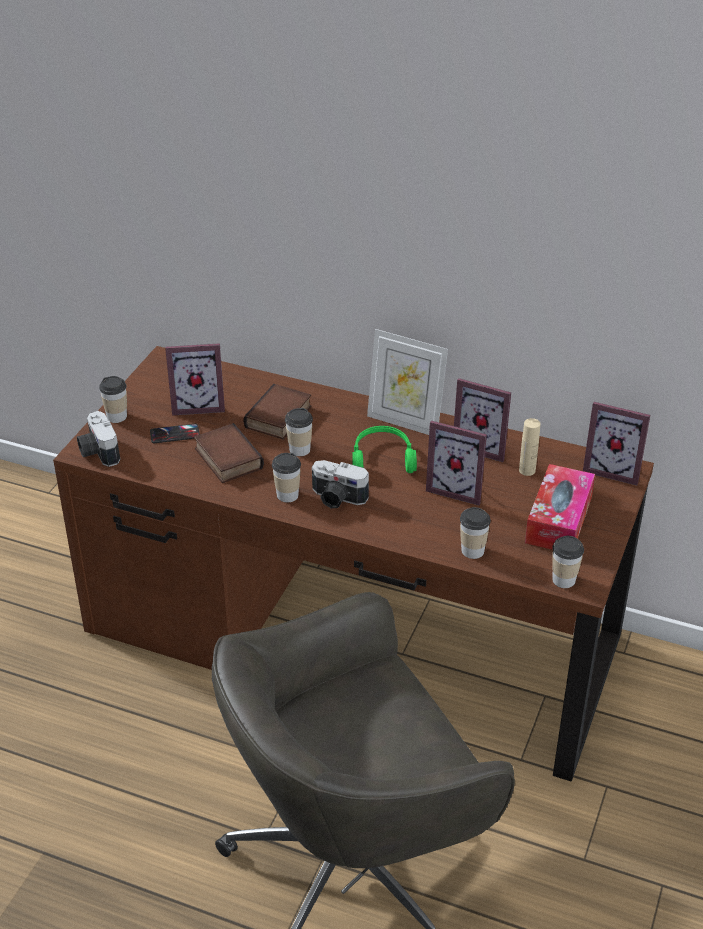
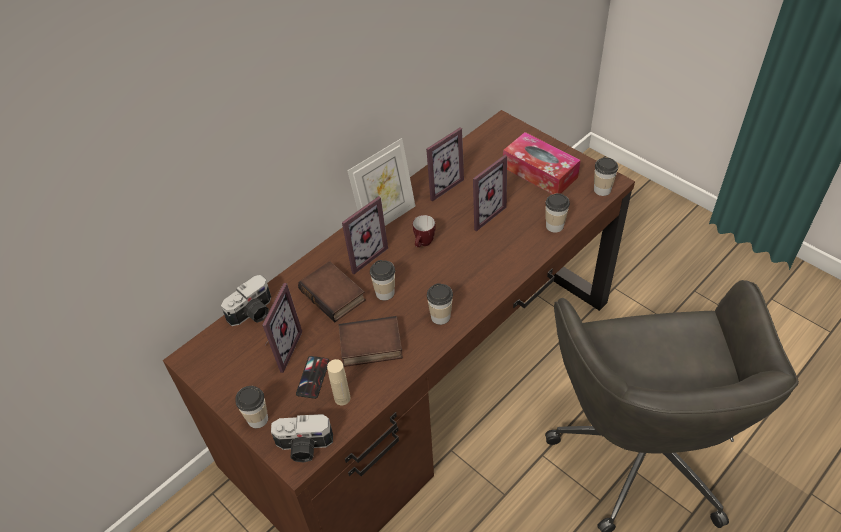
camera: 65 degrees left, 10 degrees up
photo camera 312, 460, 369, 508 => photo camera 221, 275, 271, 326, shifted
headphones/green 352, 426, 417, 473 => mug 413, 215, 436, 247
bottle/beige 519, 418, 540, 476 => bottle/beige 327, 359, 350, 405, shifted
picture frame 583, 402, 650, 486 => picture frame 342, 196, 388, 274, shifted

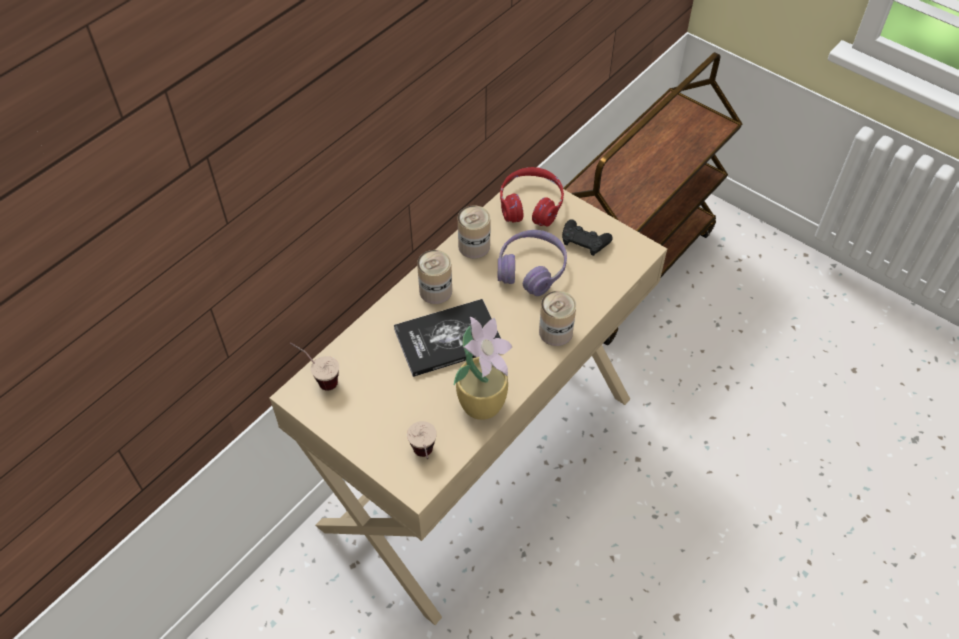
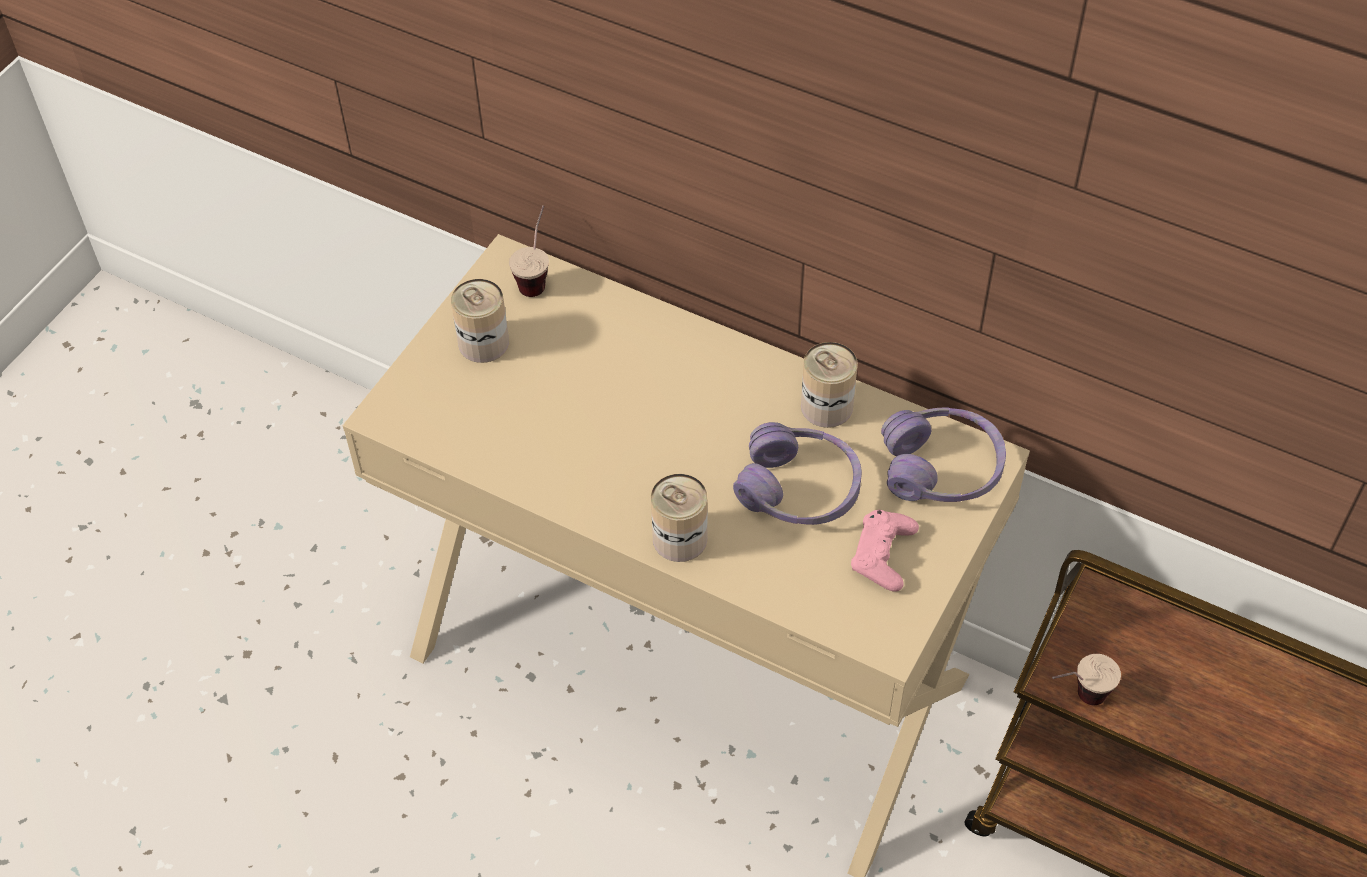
camera: 80 degrees right, 0 degrees up
book 394, 299, 501, 377 => nothing
cup 407, 421, 437, 459 => cup 1052, 654, 1121, 705, shifted
can 417, 250, 452, 304 => can 451, 279, 509, 363, shifted
potted plant 454, 317, 512, 420 => nothing
headphones/red 500, 167, 564, 227 => headphones/purple 881, 408, 1006, 502
game controller/black 562, 219, 613, 256 => game controller/pink 851, 510, 919, 592

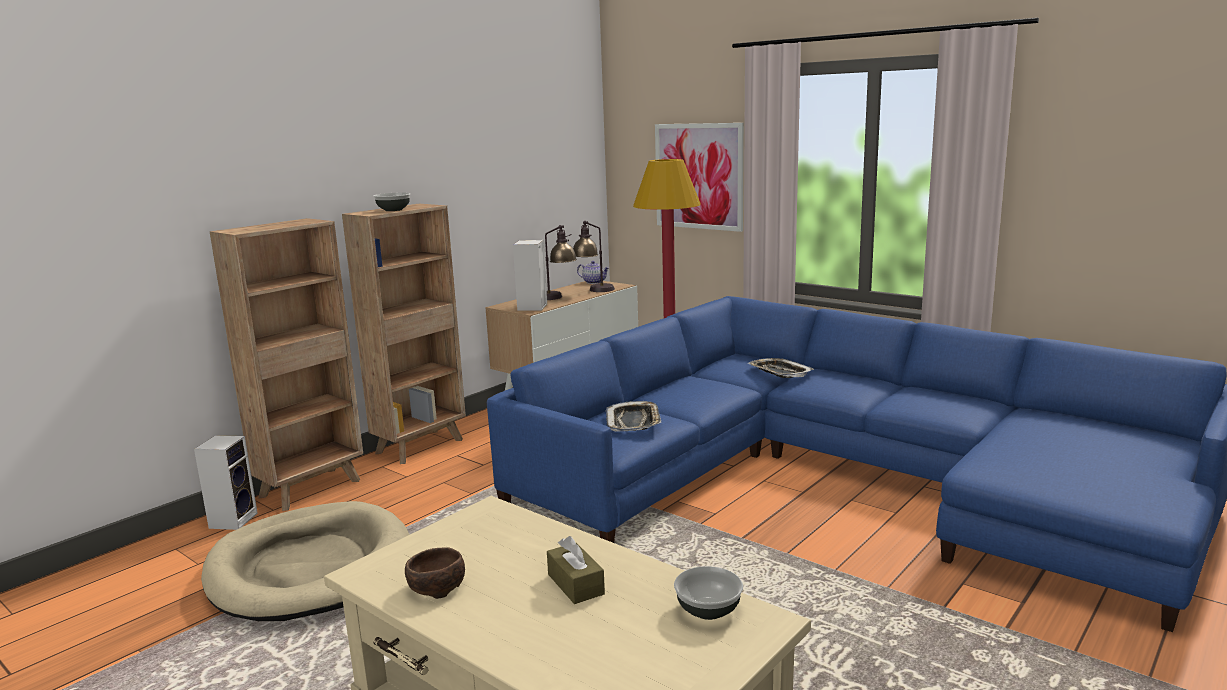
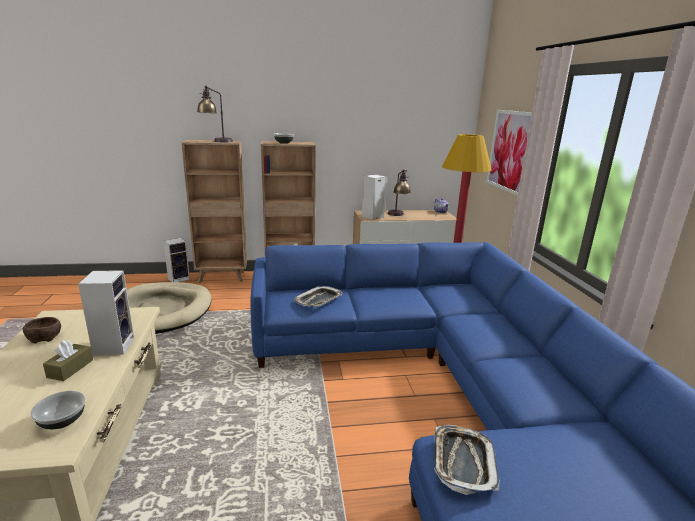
camera: 40 degrees right, 5 degrees up
table lamp 573, 221, 615, 292 => table lamp 197, 86, 233, 142, shifted
tray 748, 358, 814, 378 => tray 434, 425, 500, 495, shifted
nothing => speaker 78, 270, 134, 355

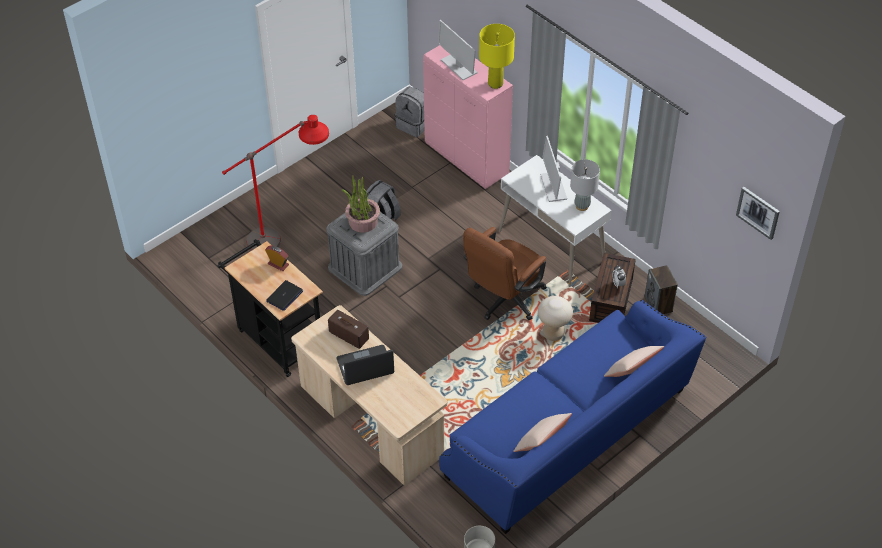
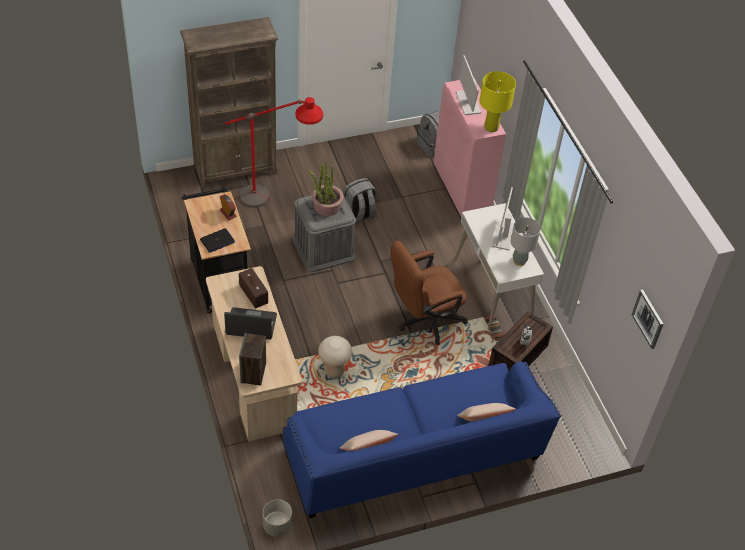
camera: 20 degrees right, 0 degrees up
stool/beige 538, 296, 573, 341 => stool/beige 318, 336, 352, 378, shifted
speaker 645, 265, 678, 314 => speaker 239, 333, 266, 385, shifted
nothing => bookcase/brown 180, 17, 278, 188

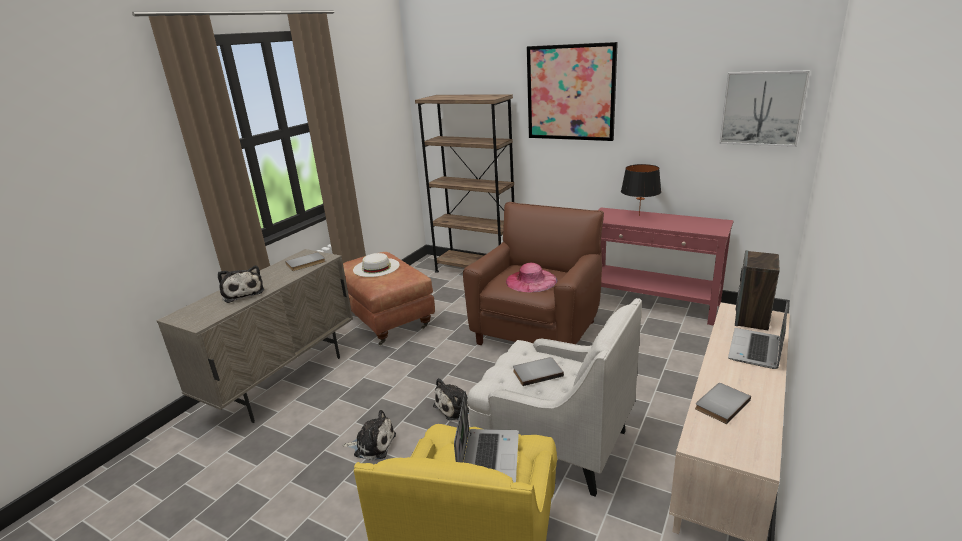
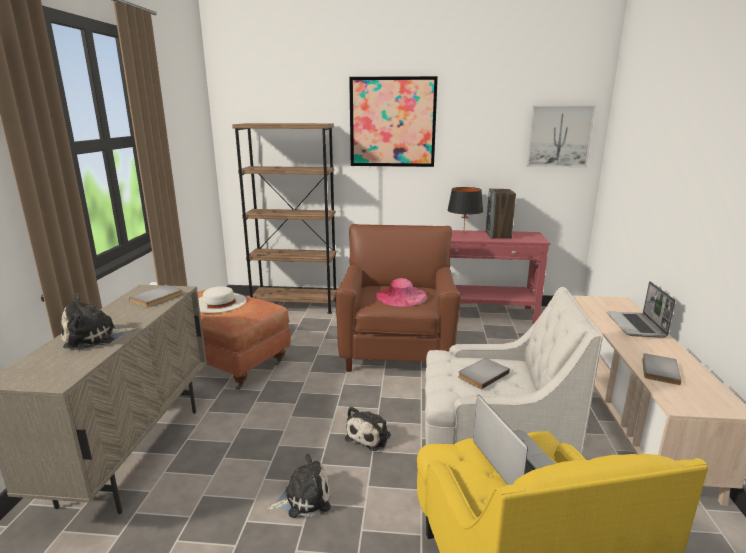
camera: 25 degrees left, 5 degrees down
plush toy 218, 266, 264, 303 => plush toy 61, 294, 137, 350, 120 degrees clockwise
speaker 735, 250, 779, 330 => speaker 486, 188, 516, 239, shifted

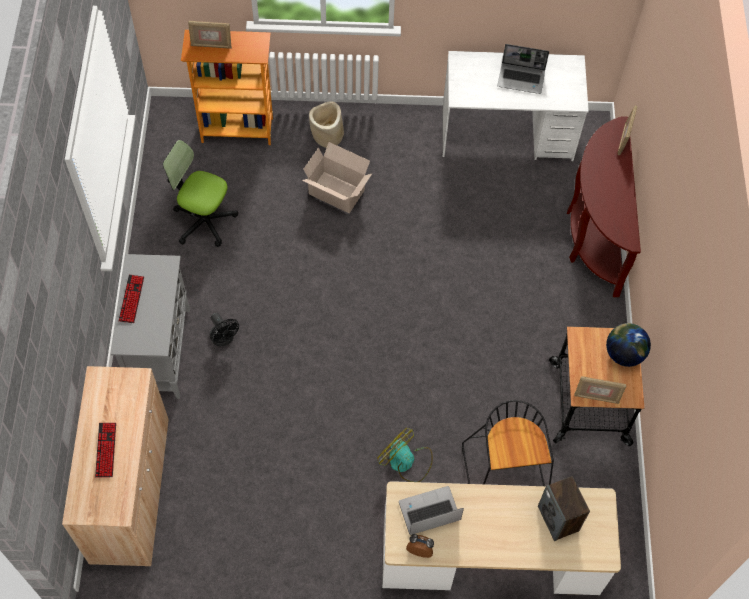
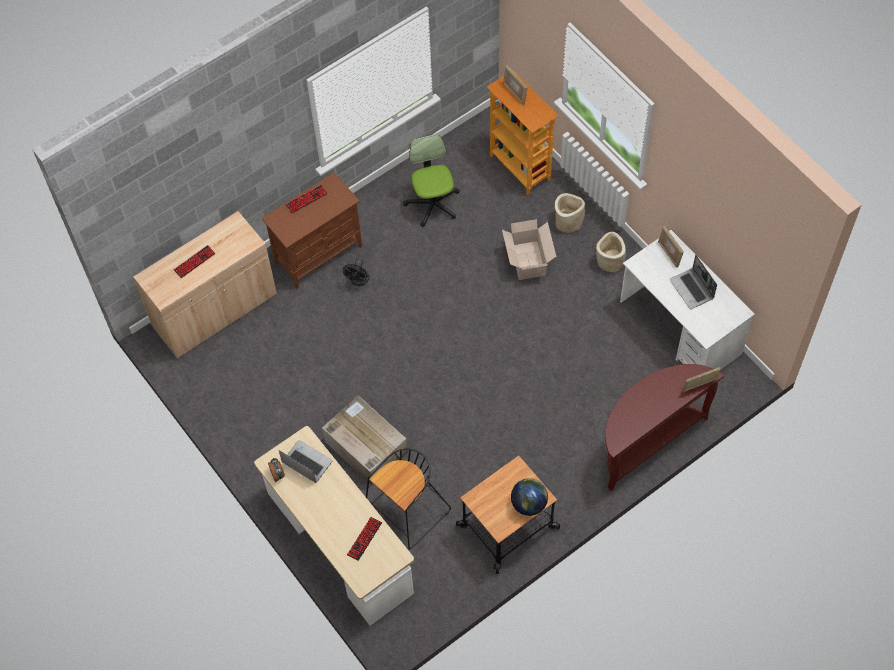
camera: 55 degrees right, 0 degrees up
cabinet/grey 111, 254, 190, 399 => cabinet/brown 262, 172, 362, 289
fan 377, 428, 433, 482 => cardboard box 322, 395, 408, 486
speaker 538, 476, 590, 541 => keyboard 347, 517, 382, 561
picture frame 574, 376, 627, 404 => picture frame 658, 226, 684, 268, shifted
nothing => planter/beige 596, 232, 626, 272

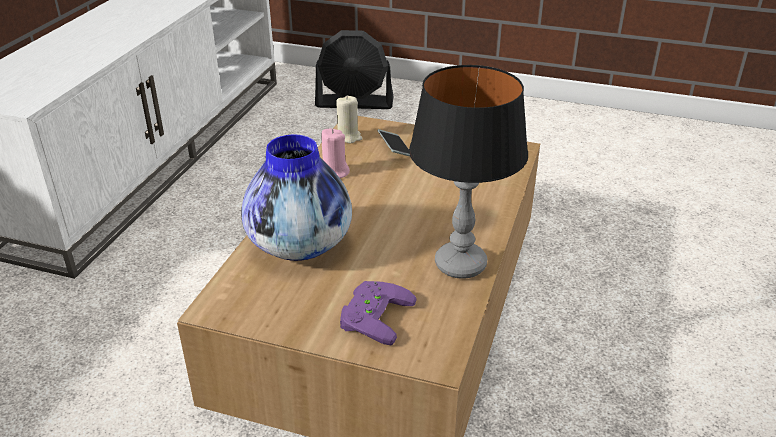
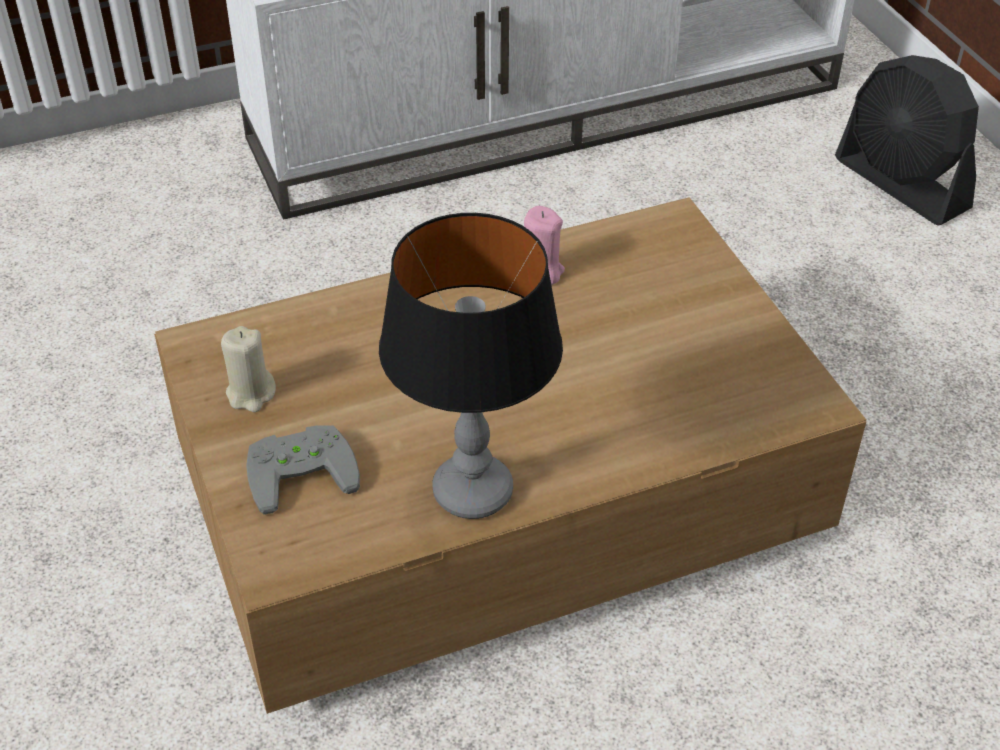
camera: 50 degrees right, 10 degrees up
vase 241, 135, 352, 261 => nothing
candle/beige 336, 96, 363, 143 => candle/beige 221, 326, 276, 412, shifted
game controller/purple 340, 281, 417, 345 => game controller/grey 246, 425, 360, 515
phone 377, 129, 410, 157 => nothing

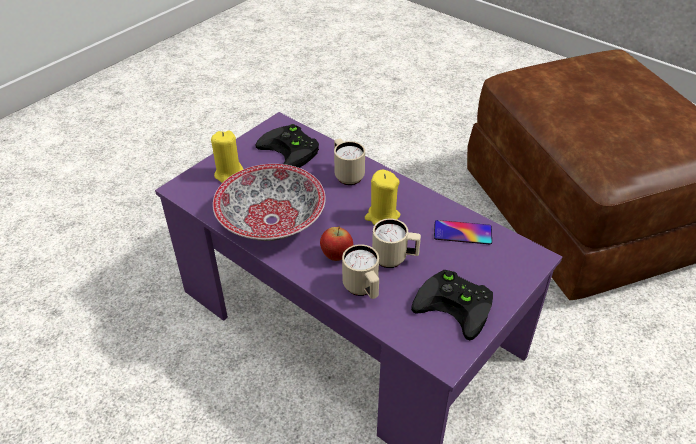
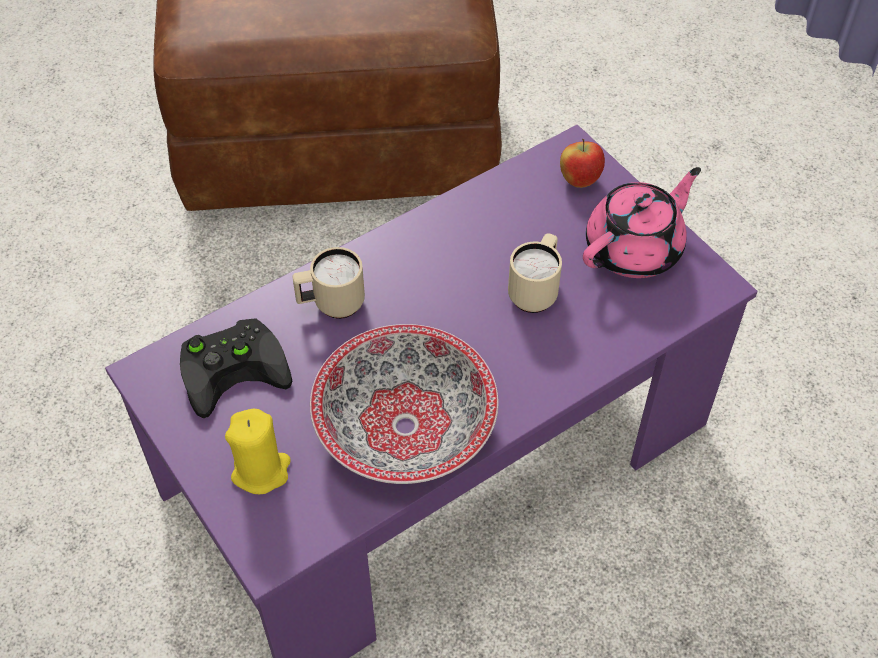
camera: 75 degrees left, 10 degrees up
apple 320, 226, 353, 261 => apple 560, 139, 605, 188, shifted
mug/beige 342, 244, 379, 299 => nothing
candle/yellow 365, 169, 400, 225 => nothing
game controller/black 411, 270, 493, 340 => teapot/pink 583, 167, 701, 278
phone 434, 220, 492, 244 => nothing

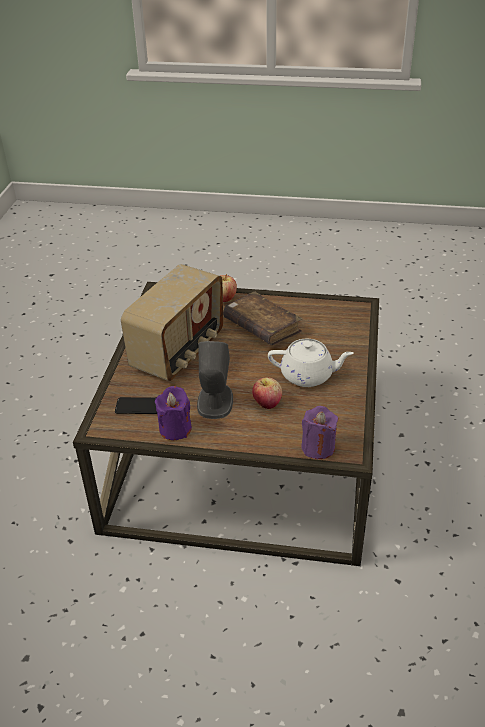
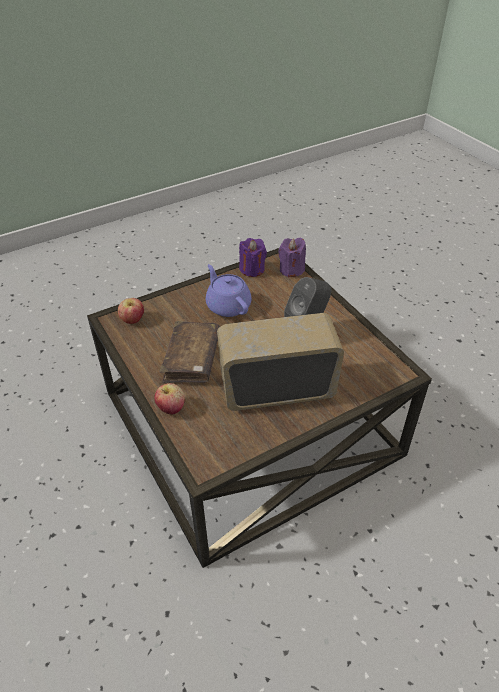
camera: 130 degrees left, 5 degrees up
phone 115, 397, 157, 414 => nothing
candle/purple 155, 386, 192, 440 => candle/purple 239, 238, 267, 277, shifted
apple 252, 377, 282, 409 => apple 118, 298, 144, 324, shifted
teapot/white 268, 339, 354, 387 => teapot/purple 206, 264, 252, 317

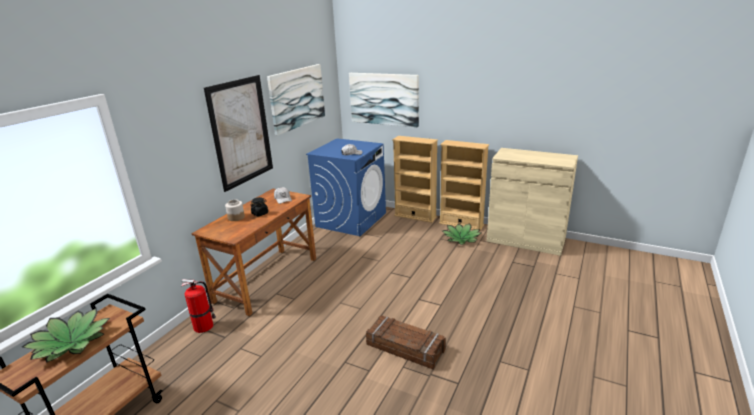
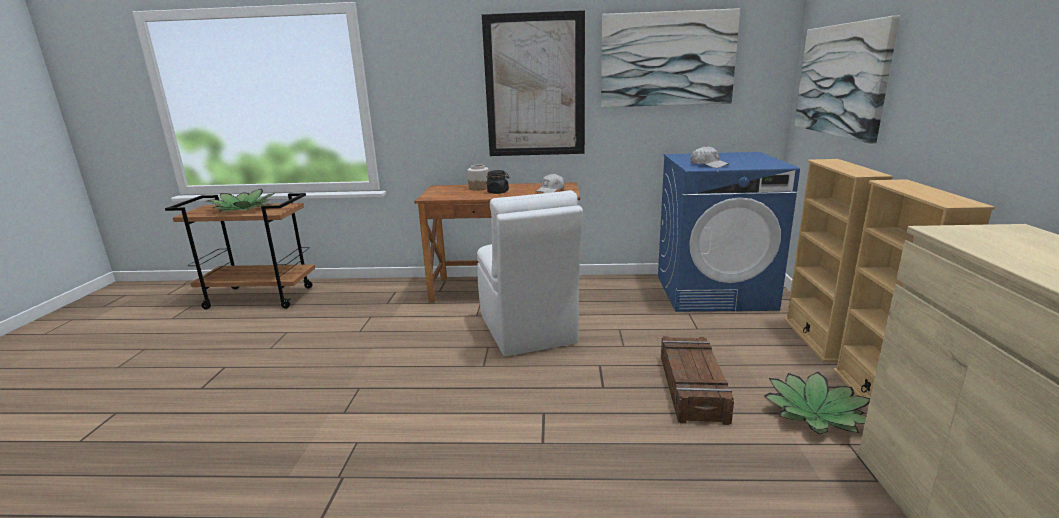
camera: 65 degrees right, 5 degrees down
fire extinguisher 181, 279, 216, 333 => nothing
crate 366, 316, 446, 369 => crate 661, 336, 734, 425, shifted
nothing => chair/white 477, 190, 583, 356

